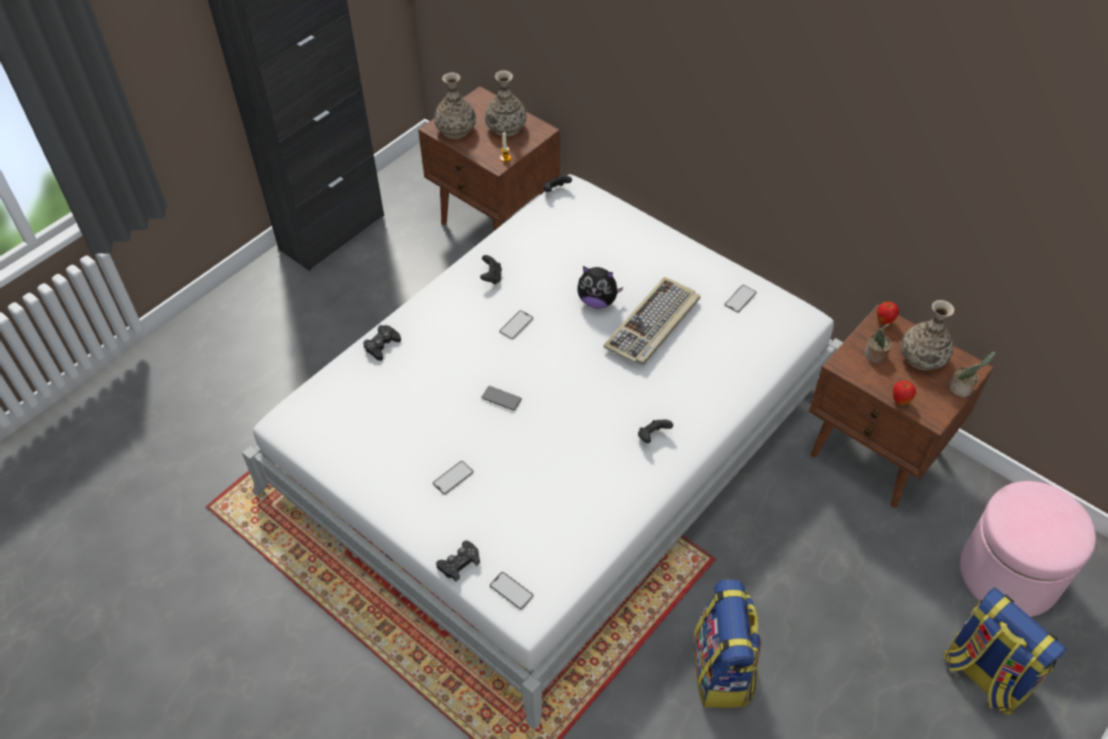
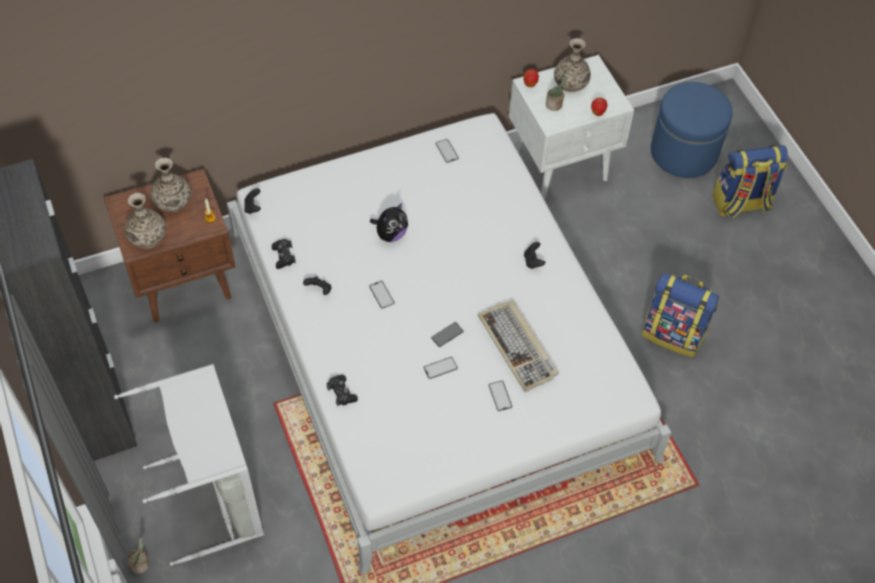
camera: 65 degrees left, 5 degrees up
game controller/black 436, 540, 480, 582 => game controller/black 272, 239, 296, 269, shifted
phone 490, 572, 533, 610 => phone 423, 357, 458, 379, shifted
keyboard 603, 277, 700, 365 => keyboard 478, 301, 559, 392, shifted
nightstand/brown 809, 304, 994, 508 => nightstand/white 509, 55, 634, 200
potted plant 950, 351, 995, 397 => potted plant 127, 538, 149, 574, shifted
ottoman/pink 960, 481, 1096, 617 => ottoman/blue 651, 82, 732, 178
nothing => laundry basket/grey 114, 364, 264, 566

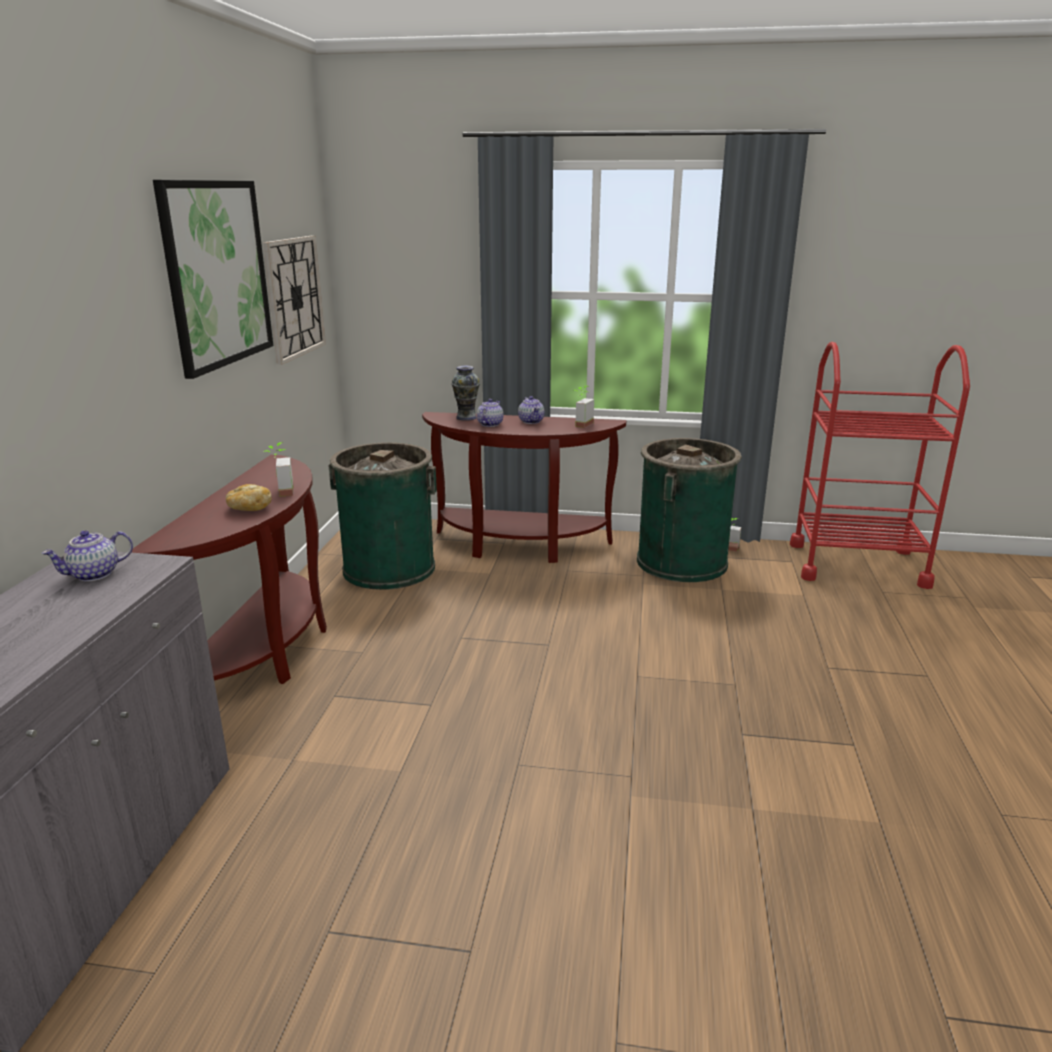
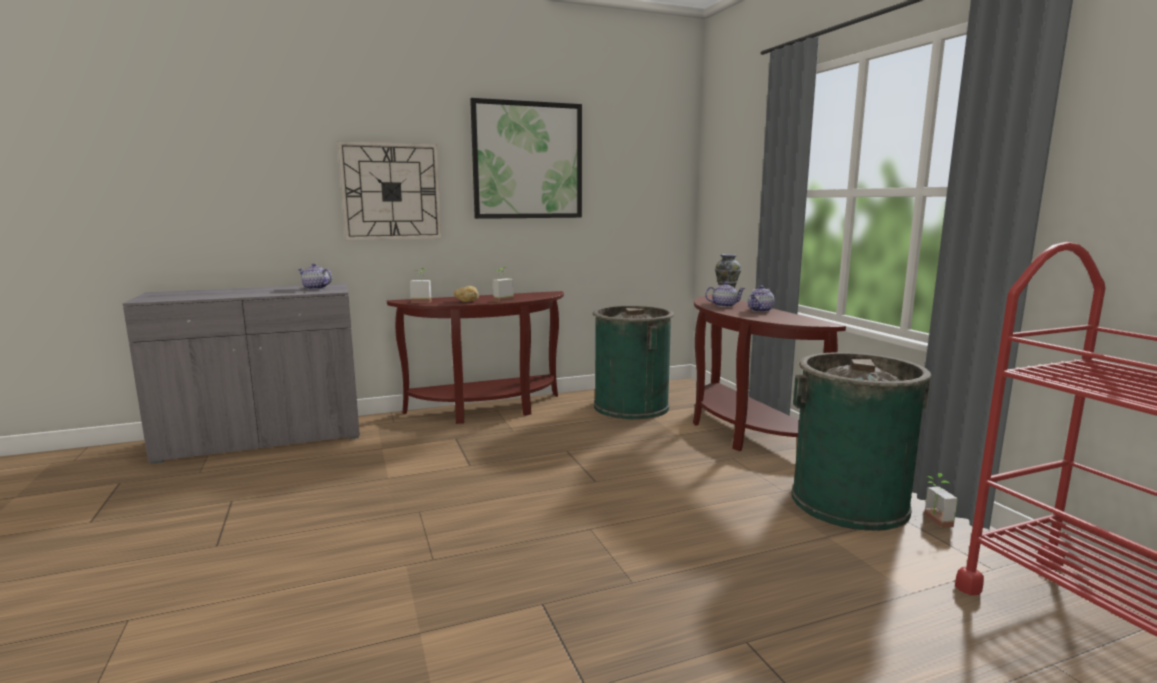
camera: 60 degrees right, 10 degrees down
wall clock 263, 236, 326, 365 => wall clock 338, 141, 442, 241, shifted
potted plant 575, 386, 594, 428 => potted plant 410, 268, 432, 303, shifted

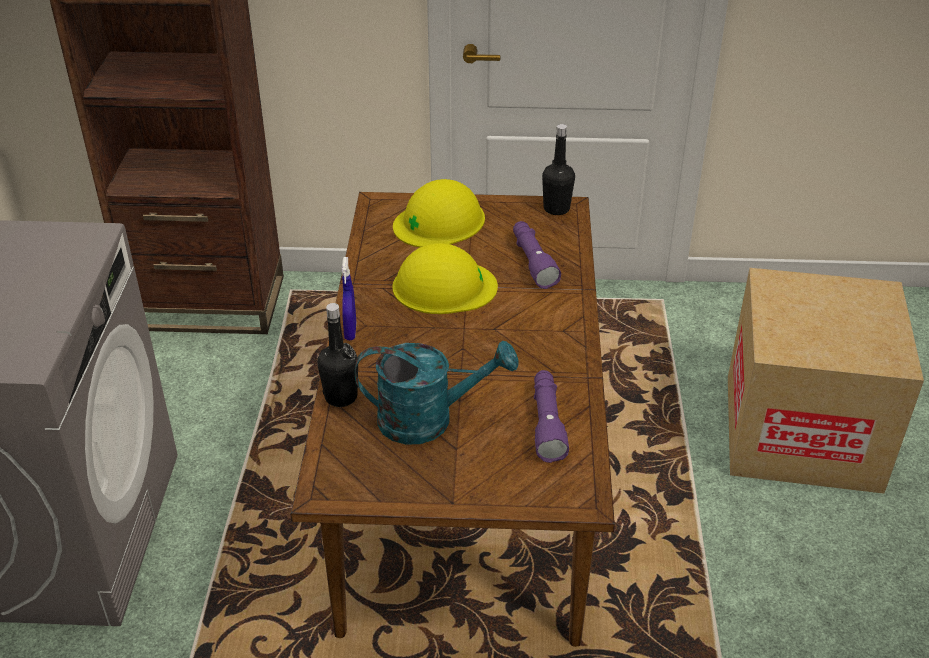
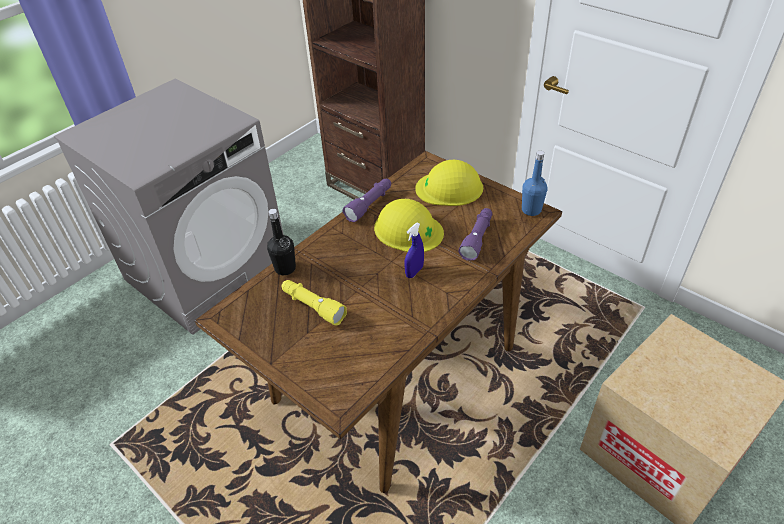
camera: 40 degrees right, 5 degrees up
spray bottle/blue 342, 257, 356, 340 => spray bottle/blue 405, 223, 424, 278, shifted
watering can/turquoise 355, 341, 518, 444 => flashlight/yellow 281, 280, 347, 325
flashlight/purple 534, 370, 569, 463 => flashlight/purple 342, 179, 391, 222, shifted
bottle/black 542, 124, 575, 215 => bottle/blue 522, 151, 548, 216

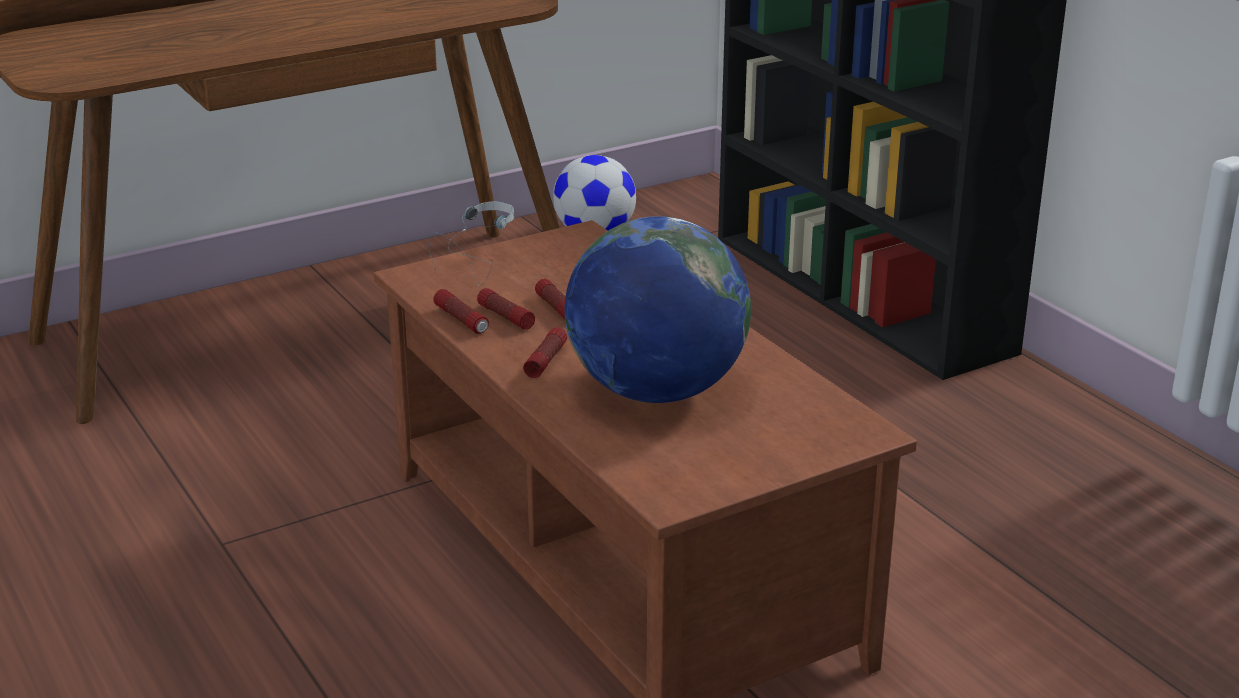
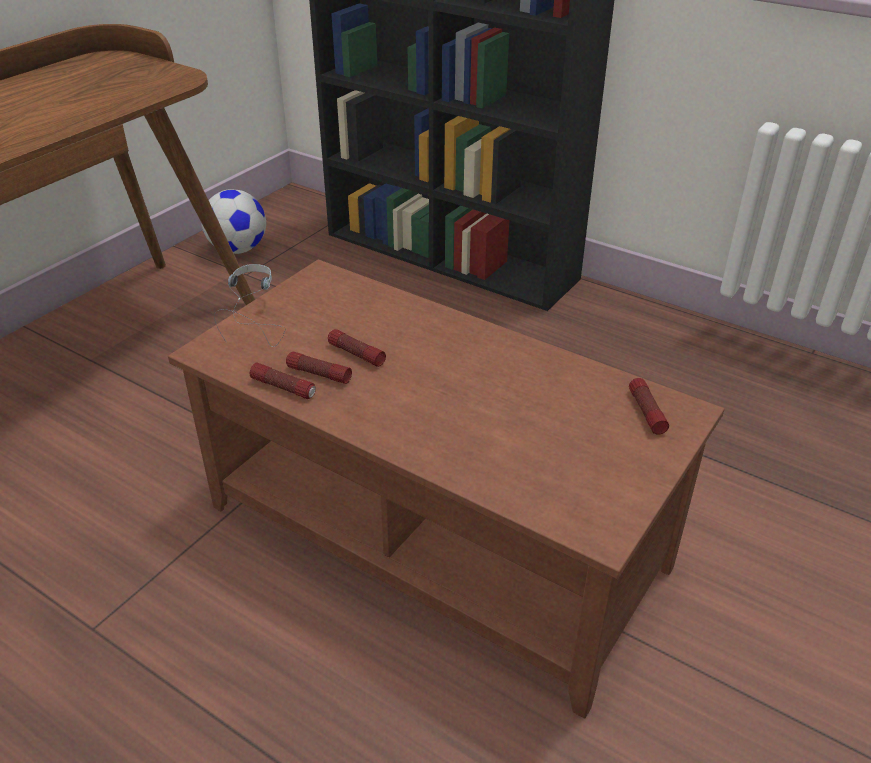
camera: 25 degrees left, 10 degrees up
flashlight 523, 327, 567, 378 => flashlight 629, 378, 669, 435, shifted
globe 565, 216, 751, 403 => nothing

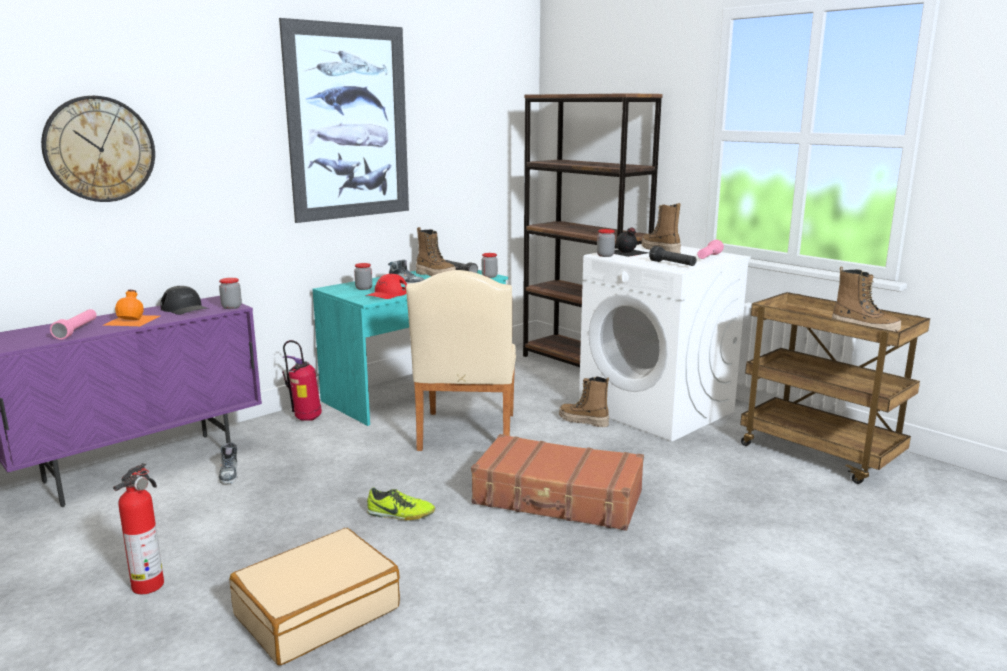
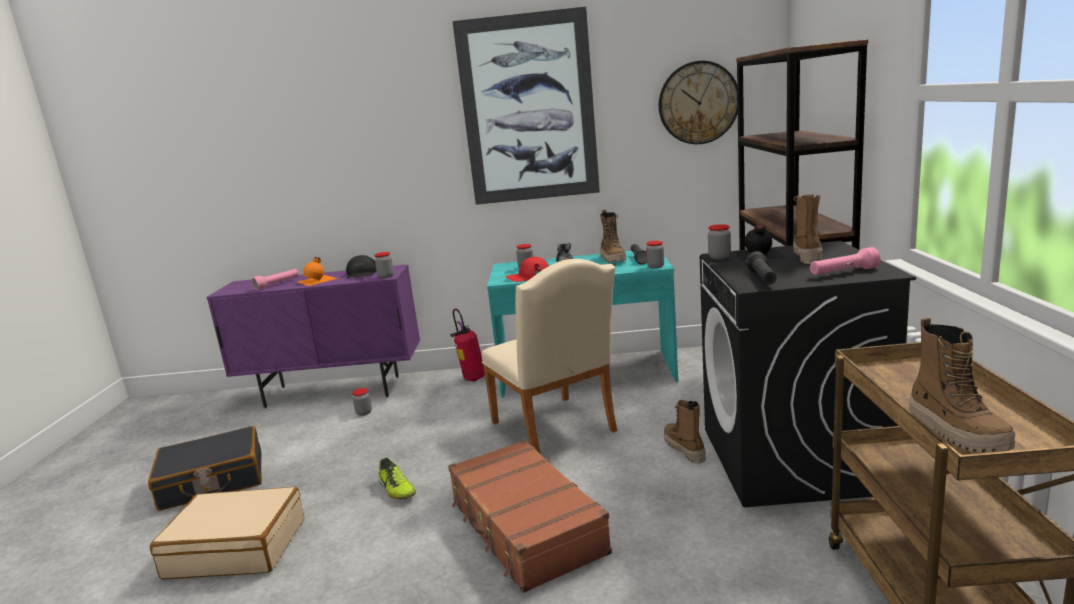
camera: 45 degrees right, 0 degrees up
wall clock 41, 96, 155, 202 => wall clock 659, 61, 738, 144, shifted
fire extinguisher 113, 463, 164, 594 => suitcase/black 148, 426, 262, 511
shoe 219, 443, 237, 484 => jar 352, 388, 372, 416
chair/beige 406, 270, 516, 451 => chair/beige 482, 259, 617, 454, 75 degrees counterclockwise
washing machine/white 579, 244, 751, 441 => washing machine/black 700, 241, 916, 507

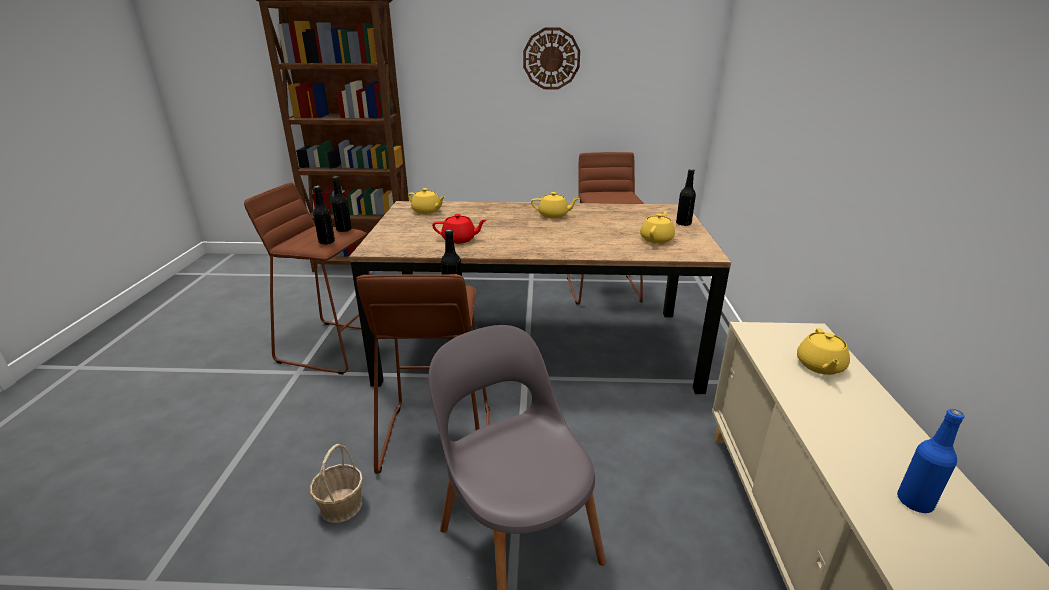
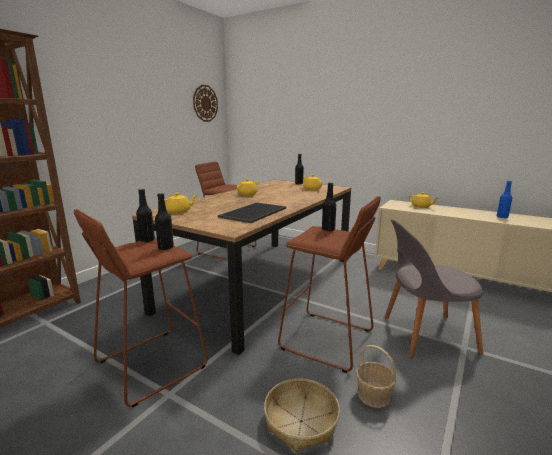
camera: 60 degrees left, 10 degrees down
teapot/red 432, 214, 487, 244 => tray 218, 202, 286, 223
wall clock 523, 28, 580, 89 => wall clock 193, 85, 218, 122, shifted
nothing => basket 264, 378, 340, 452

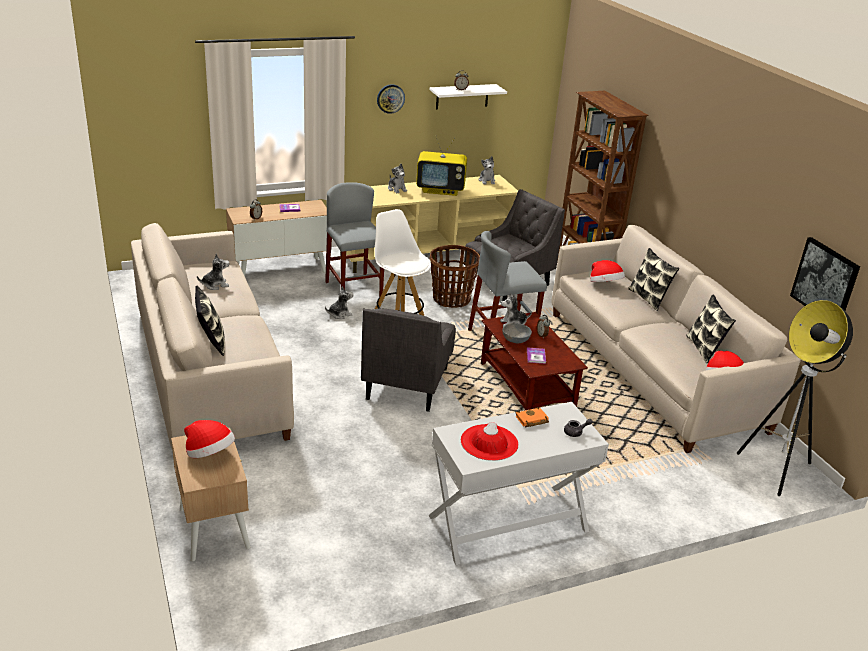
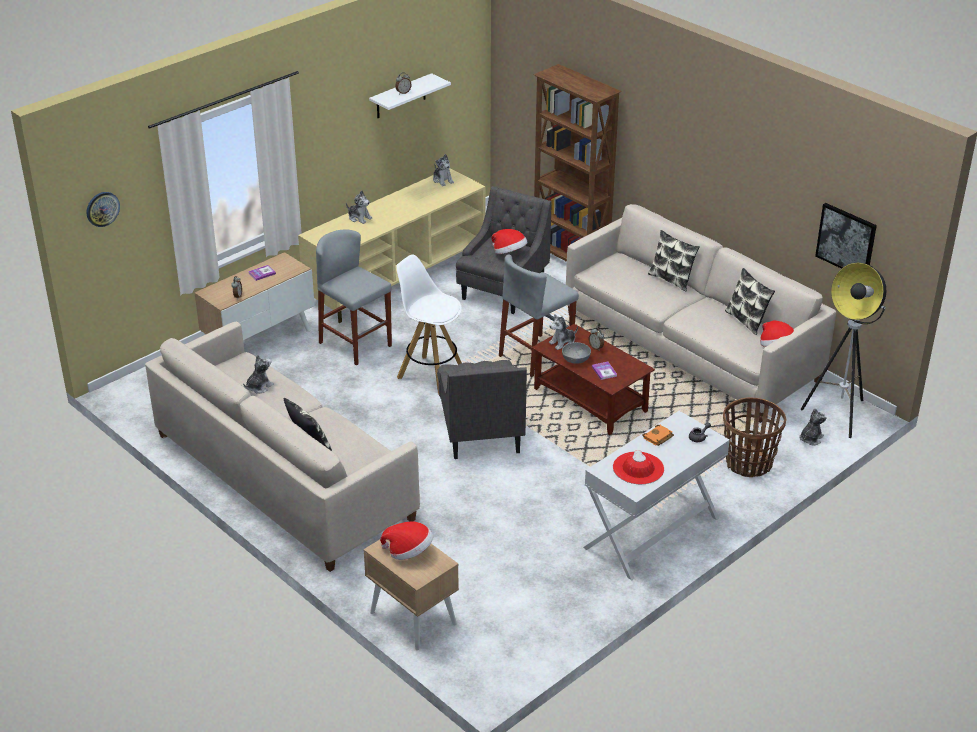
camera: 20 degrees left, 5 degrees up
plush toy 325, 286, 353, 319 => plush toy 799, 408, 827, 445, shifted
wall clock 377, 84, 405, 114 => wall clock 87, 192, 120, 227, shifted
television 416, 137, 467, 196 => nothing
basket 430, 245, 480, 308 => basket 723, 397, 786, 477, shifted
hat 590, 260, 625, 282 => hat 492, 229, 528, 254, shifted

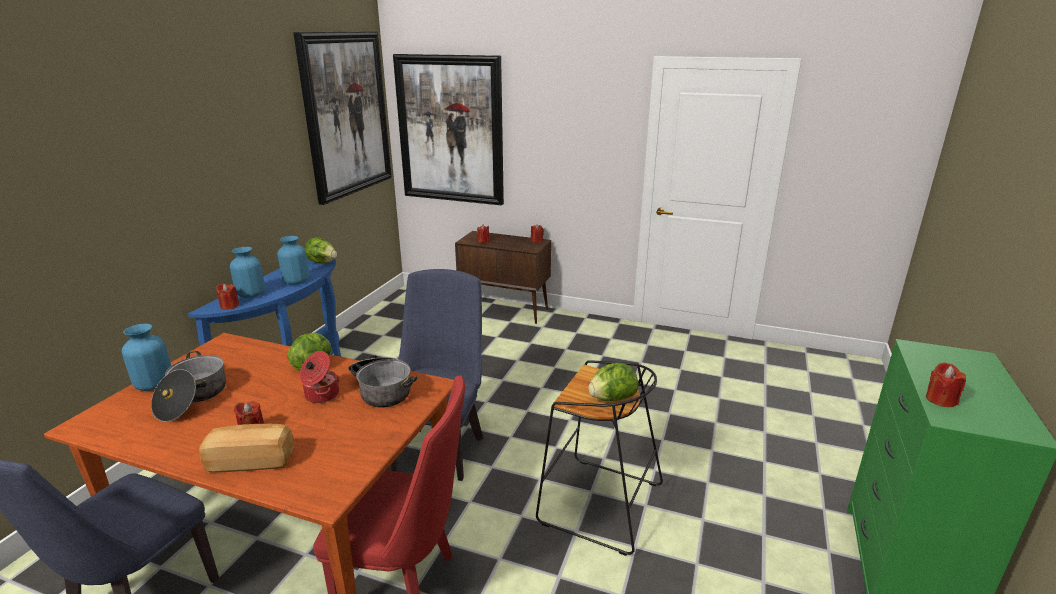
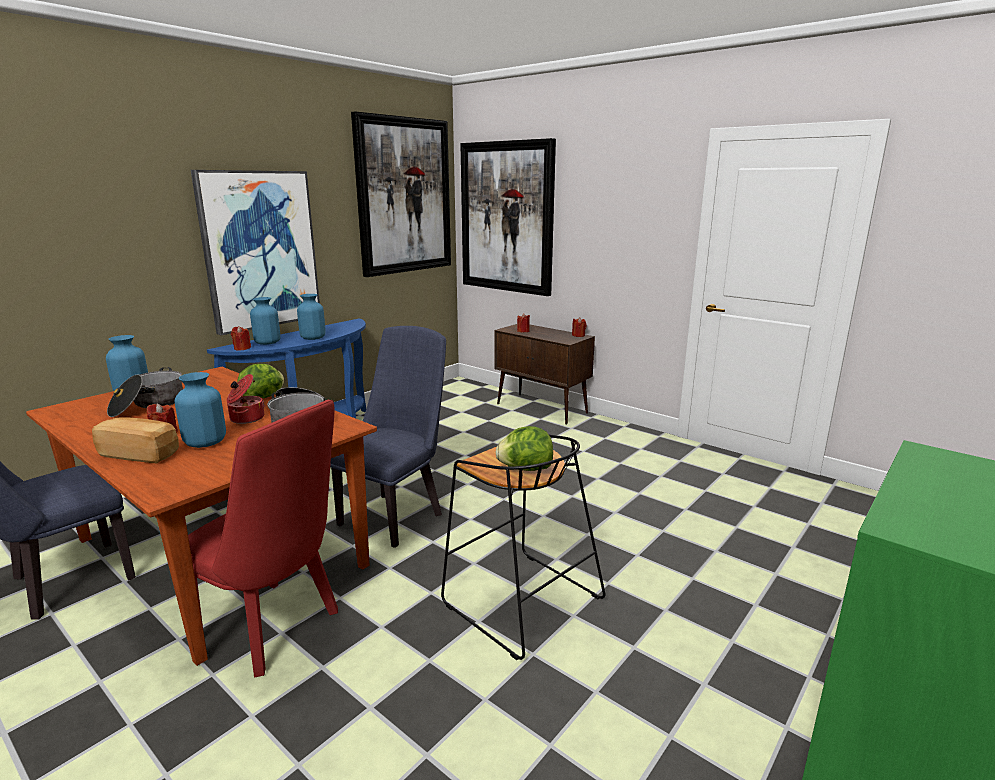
camera: 20 degrees right, 5 degrees down
lettuce 305, 237, 337, 264 => nothing
candle/red 926, 363, 966, 407 => nothing
nothing => vase/blue 175, 372, 226, 448
nothing => picture 191, 170, 320, 335

